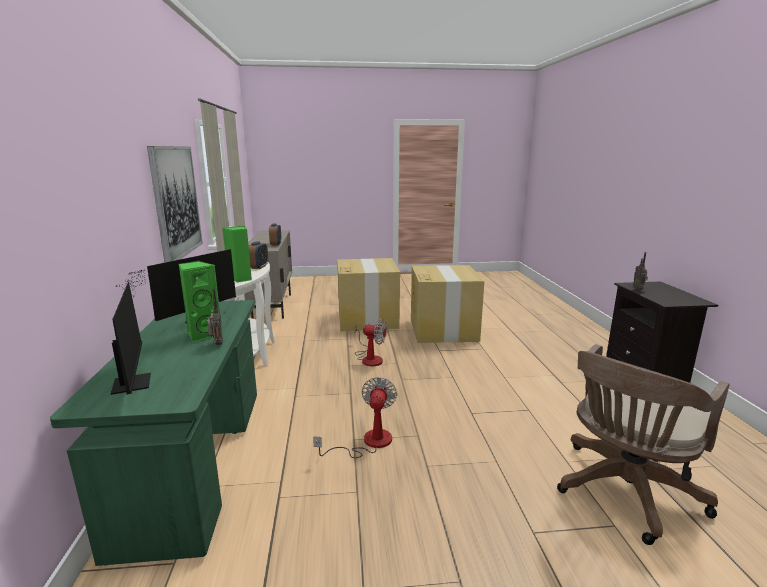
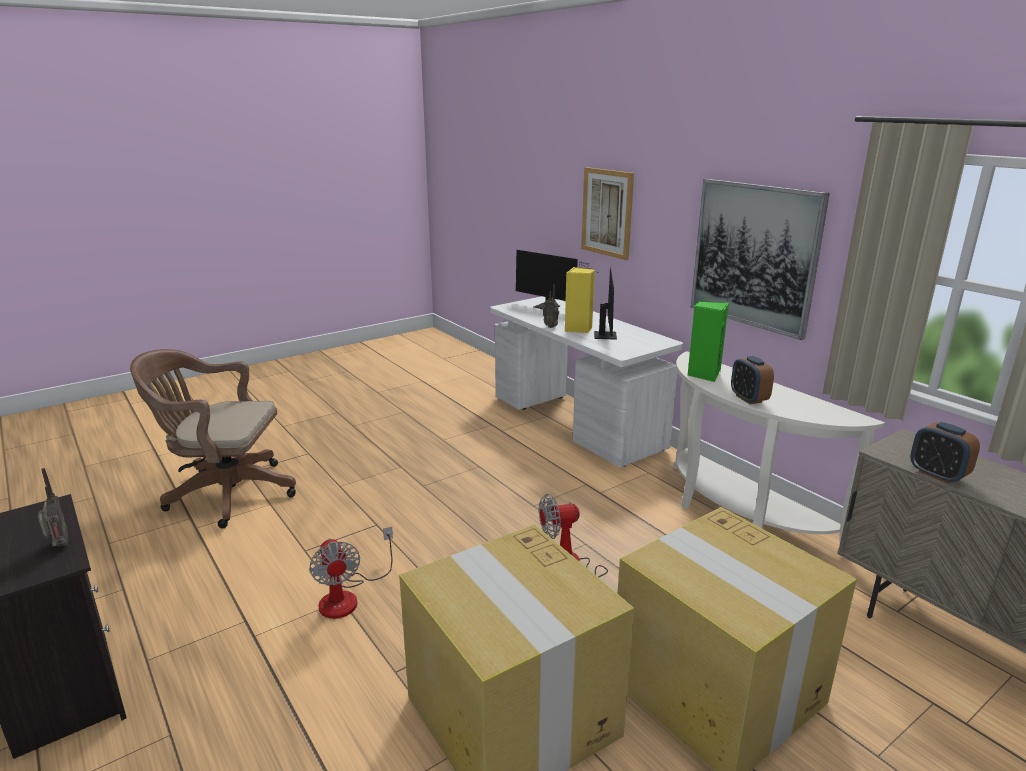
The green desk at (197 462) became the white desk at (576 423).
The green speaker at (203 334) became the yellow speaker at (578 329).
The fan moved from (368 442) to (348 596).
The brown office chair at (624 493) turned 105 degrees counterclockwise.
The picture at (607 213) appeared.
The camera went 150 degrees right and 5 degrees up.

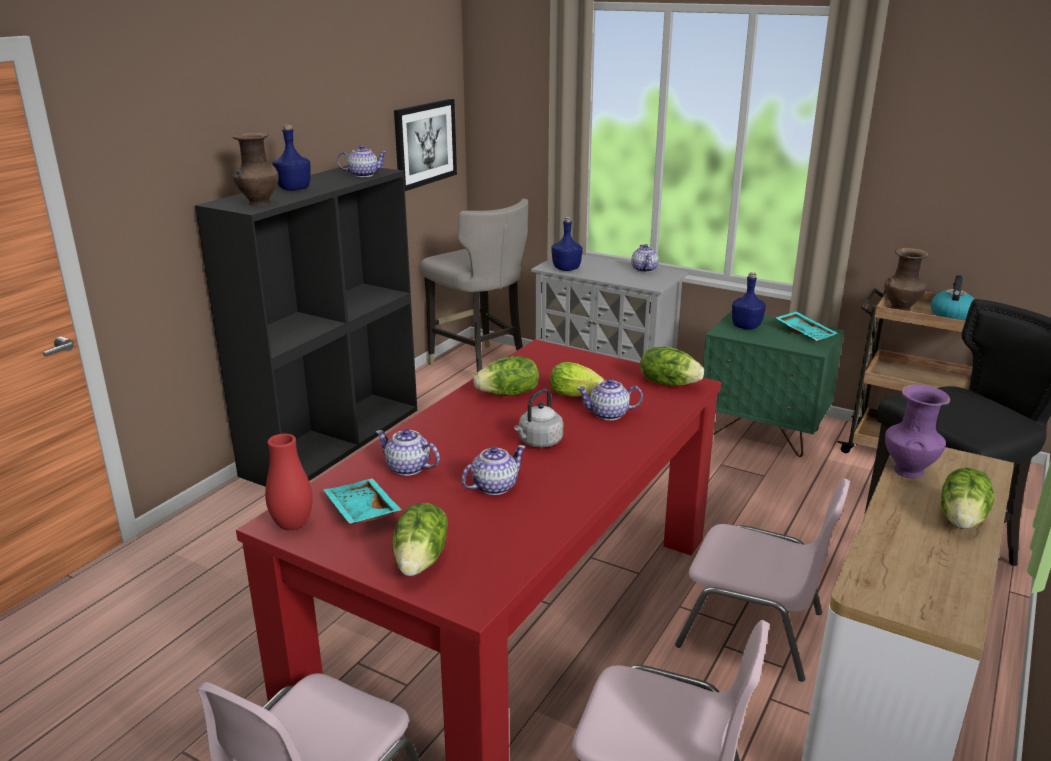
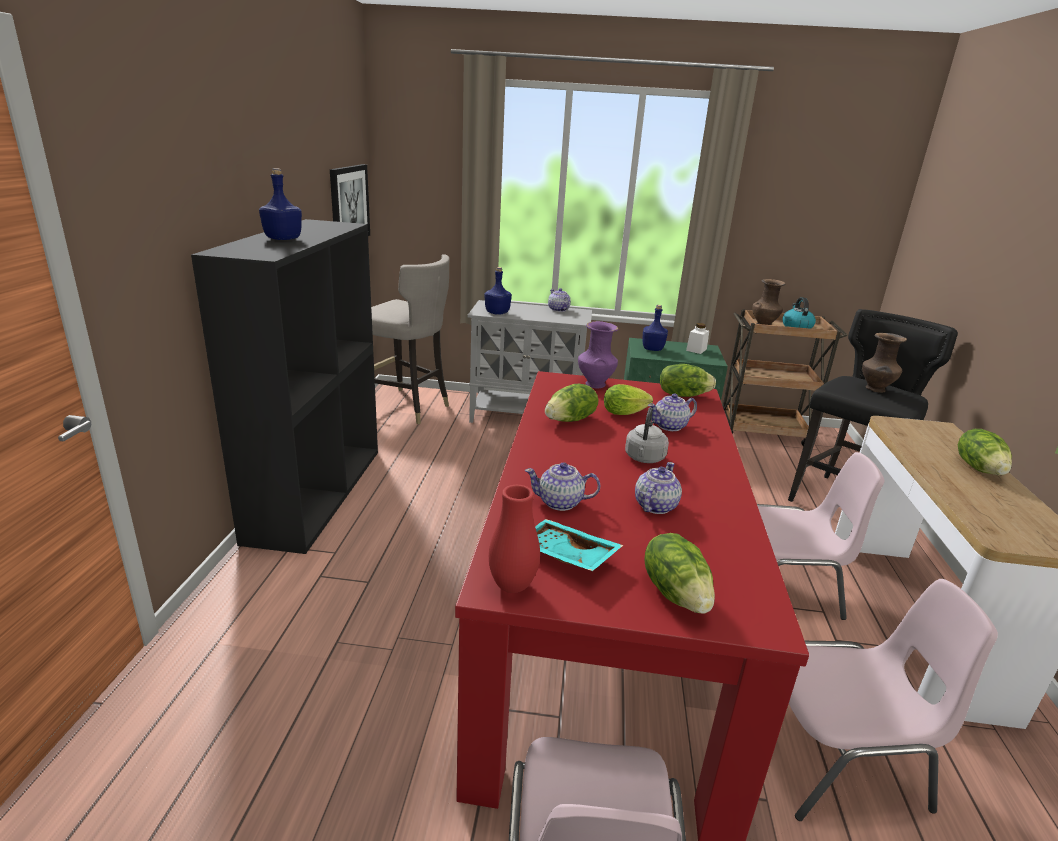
The brown vase moved from (258 203) to (875 389).
The teapot at (363 175) disappeared.
The turquoise tray at (805 333) was replaced by the white jar at (696 350).
The purple vase moved from (908 470) to (594 384).
The camera went 25 degrees left and 0 degrees up.

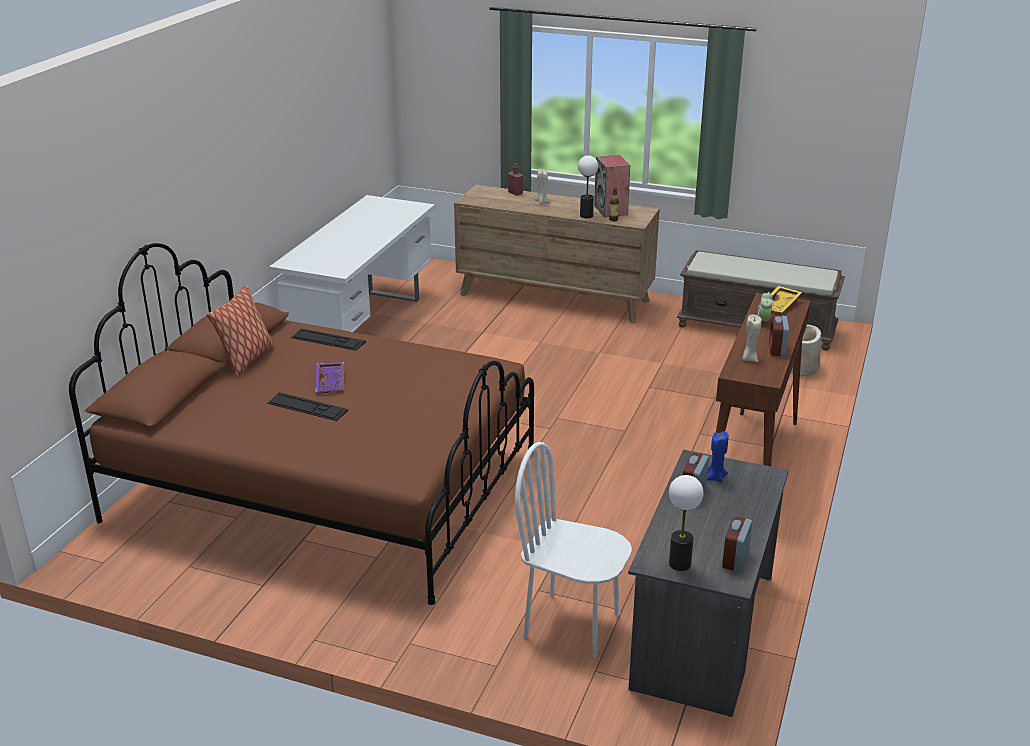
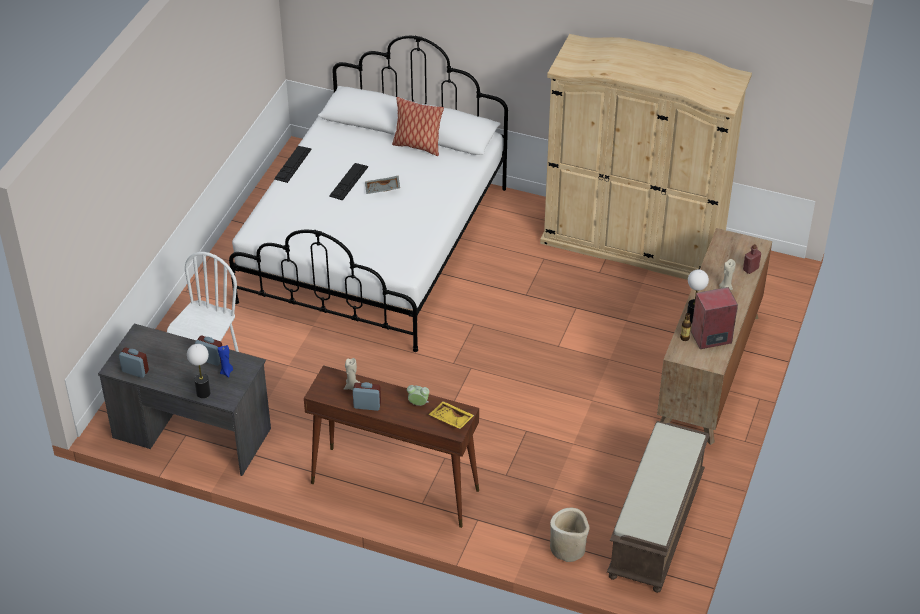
The brown bed at (325 485) became the white bed at (375 244).
The white desk at (362 325) was replaced by the beige wardrobe at (633 243).
The keyboard moved from (328 340) to (292 164).
The purple tray at (331 382) became the grey tray at (382 189).
The table lamp moved from (679 564) to (203 393).
The camera went 90 degrees right and 15 degrees up.

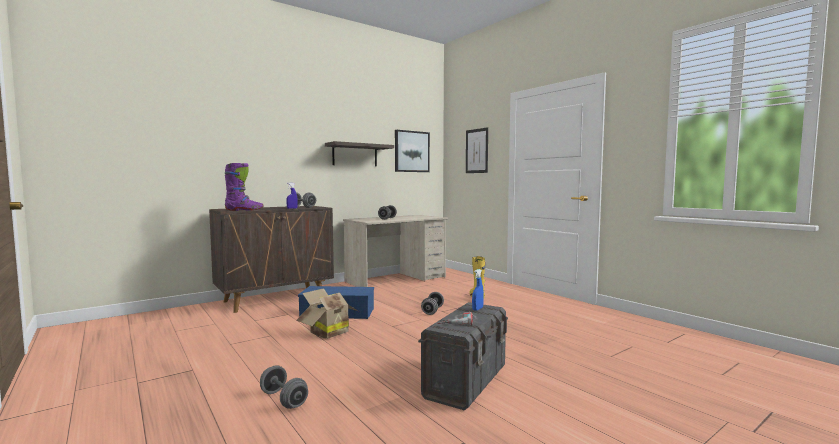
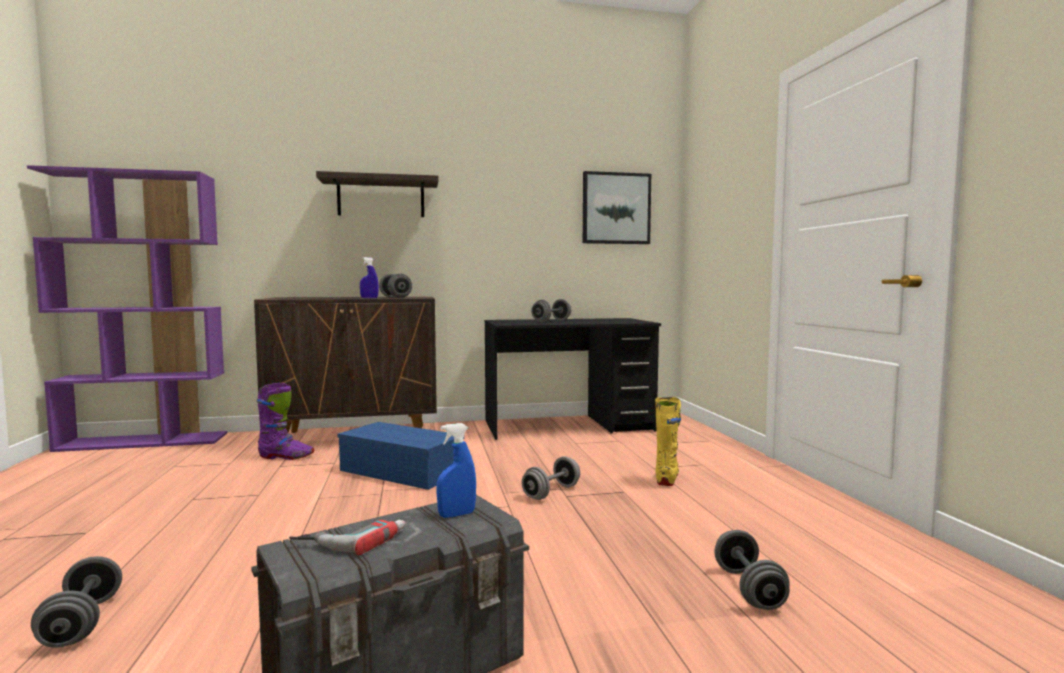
The purple boot moved from (244 210) to (286 457).
The cardboard box at (326 332) disappeared.
The shelf moved from (355 155) to (381 198).
The beige desk at (396 279) became the black desk at (568 426).
The picture at (476 151) disappeared.
The purple bookcase at (145 442) appeared.
The grey dumbbell at (748 589) appeared.
The camera went 25 degrees right and 0 degrees up.

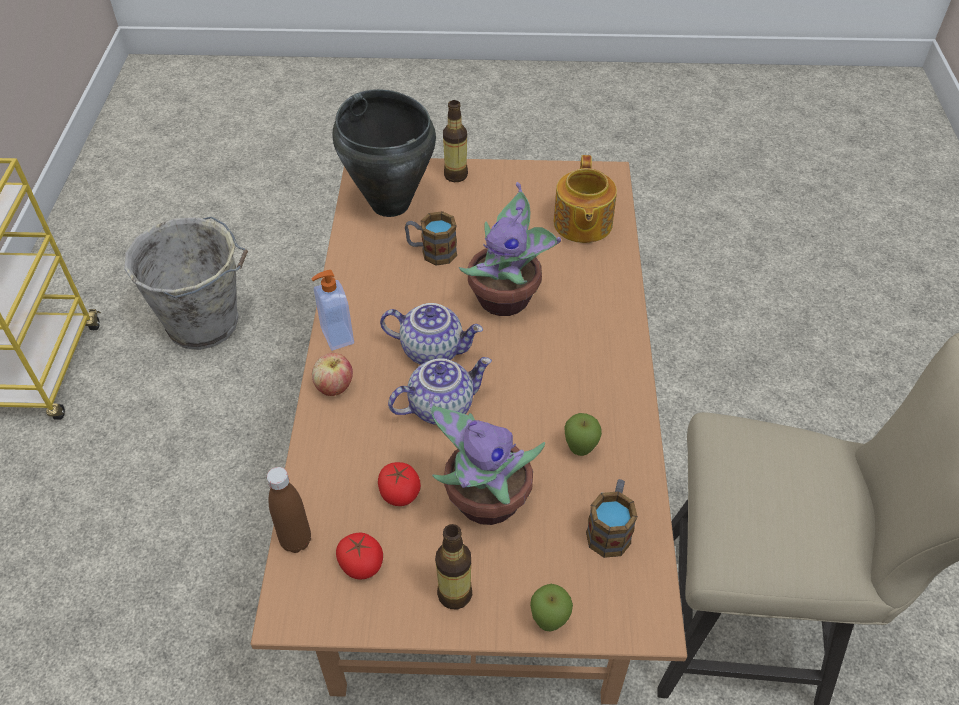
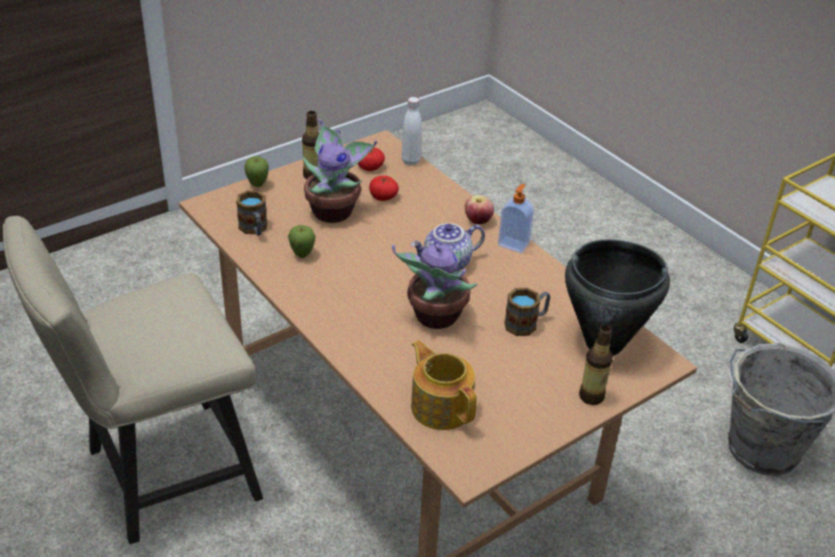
The brown bottle at (296 541) became the white bottle at (411 161).
The teapot at (441 406) disappeared.
The camera went 140 degrees right and 10 degrees down.

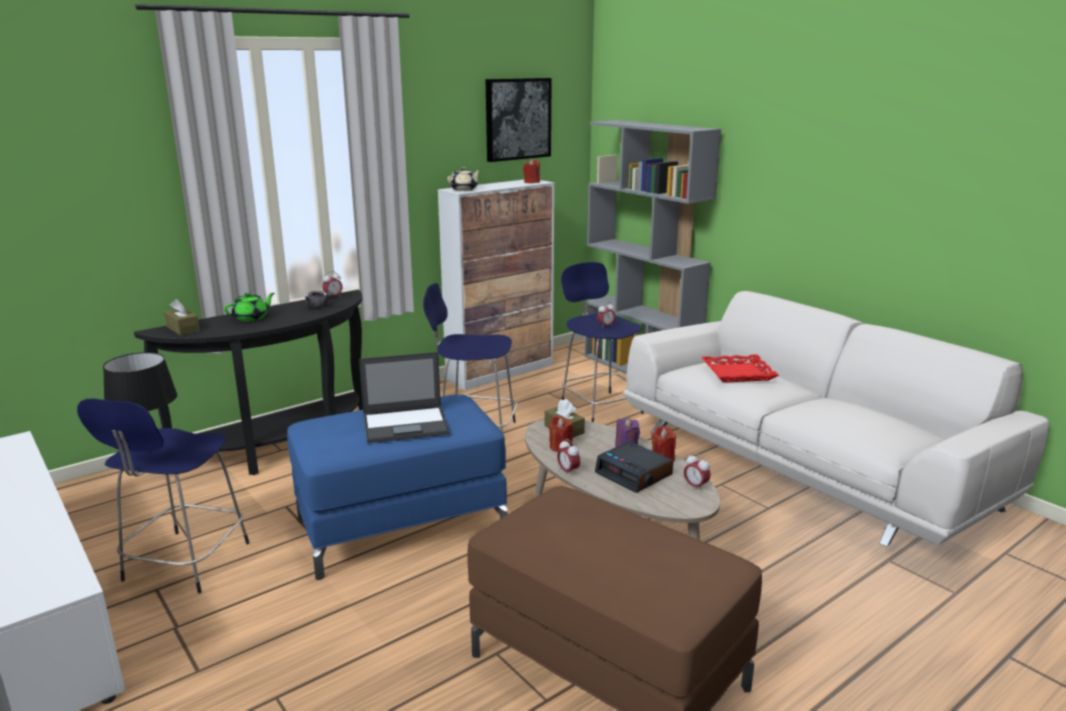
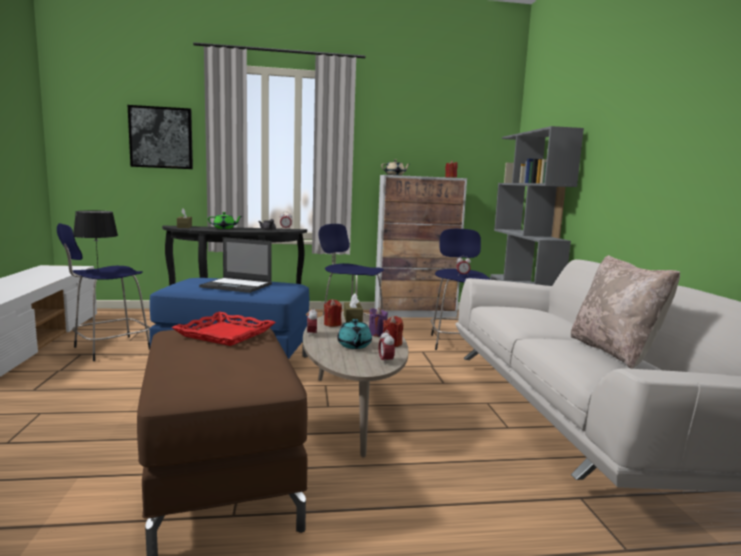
The picture moved from (517 119) to (161 138).
The alarm clock at (634 474) was replaced by the turquoise teapot at (354 345).
The red tray moved from (738 373) to (226 334).
The beige pillow at (614 352) appeared.
The camera went 30 degrees right and 10 degrees down.

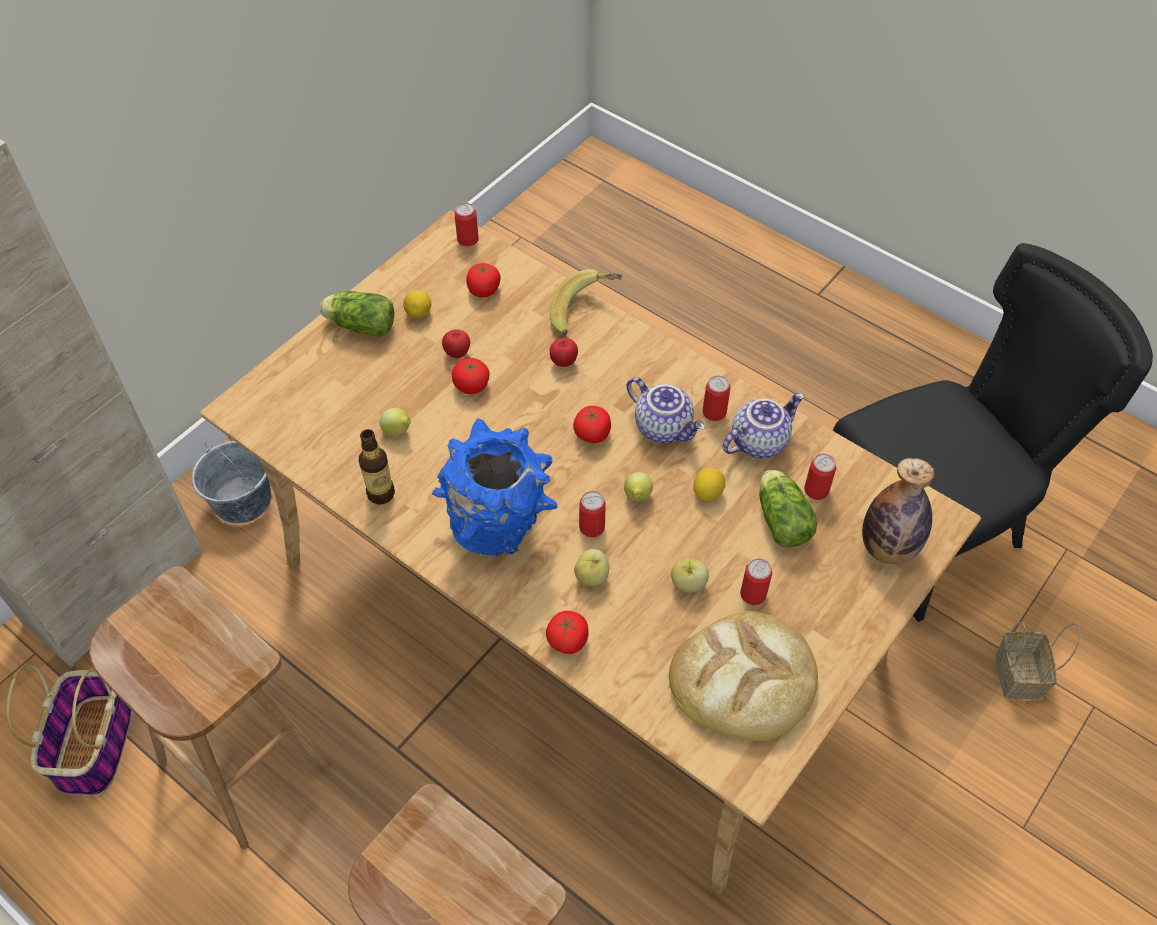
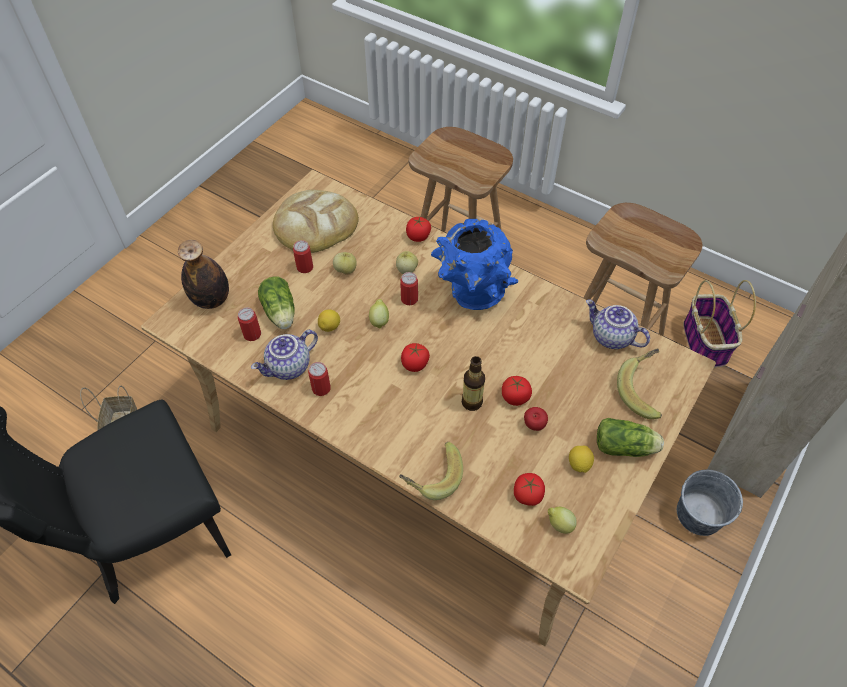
The bottle moved from (381 493) to (471 402).
The lemon moved from (398 431) to (559 524).
The can at (468 239) disappeared.
The apple at (563 362) disappeared.
The teapot moved from (664 427) to (610 337).
The banana at (643 391) appeared.
The camera went 175 degrees right and 0 degrees up.

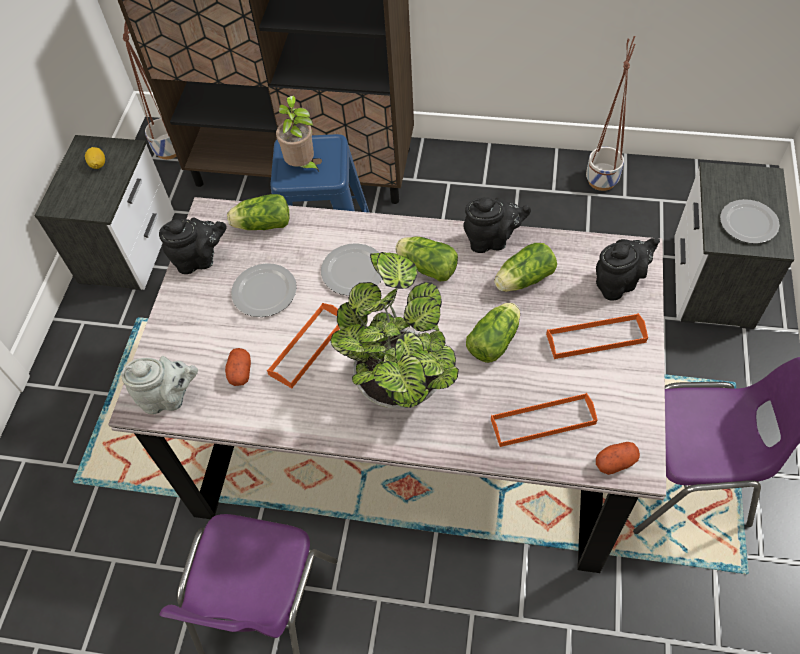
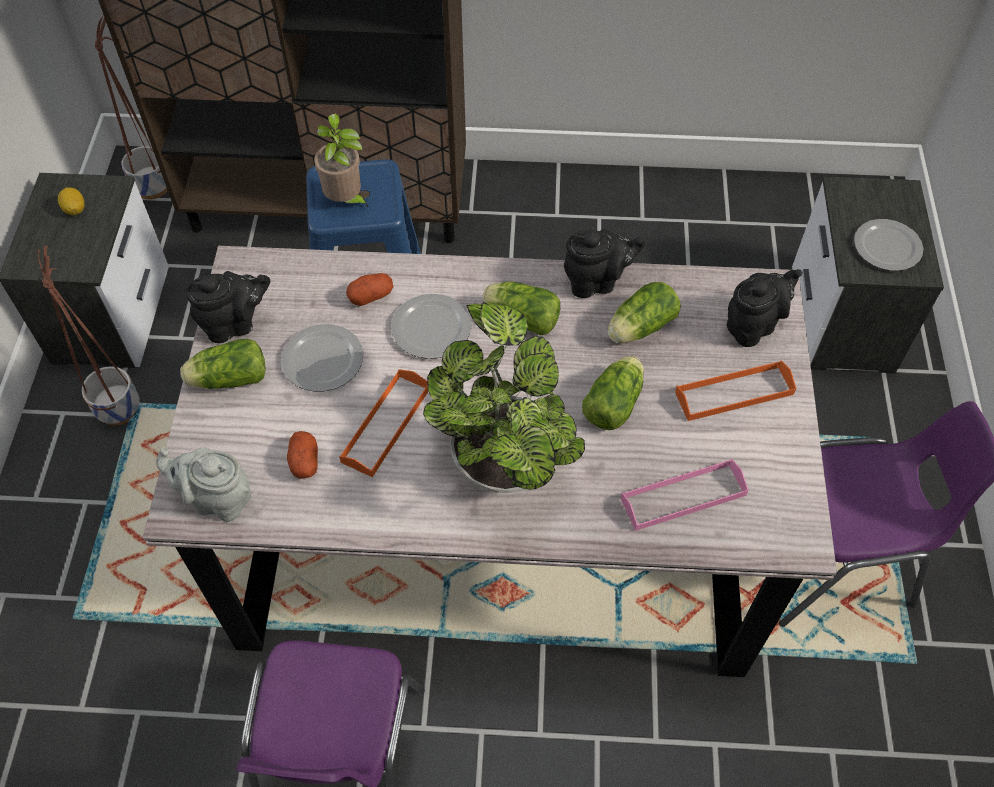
The grey teapot at (169 398) turned 150 degrees counterclockwise.
The lettuce moved from (261 224) to (227 379).
The orange tray at (543 422) became the pink tray at (683 497).
The planter moved from (601 180) to (118 409).
The potato moved from (615 462) to (371 296).
The camera went 10 degrees left and 0 degrees up.

